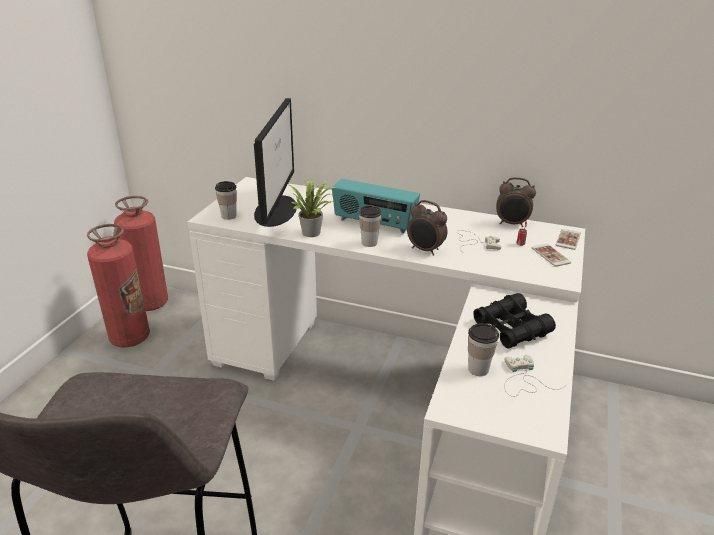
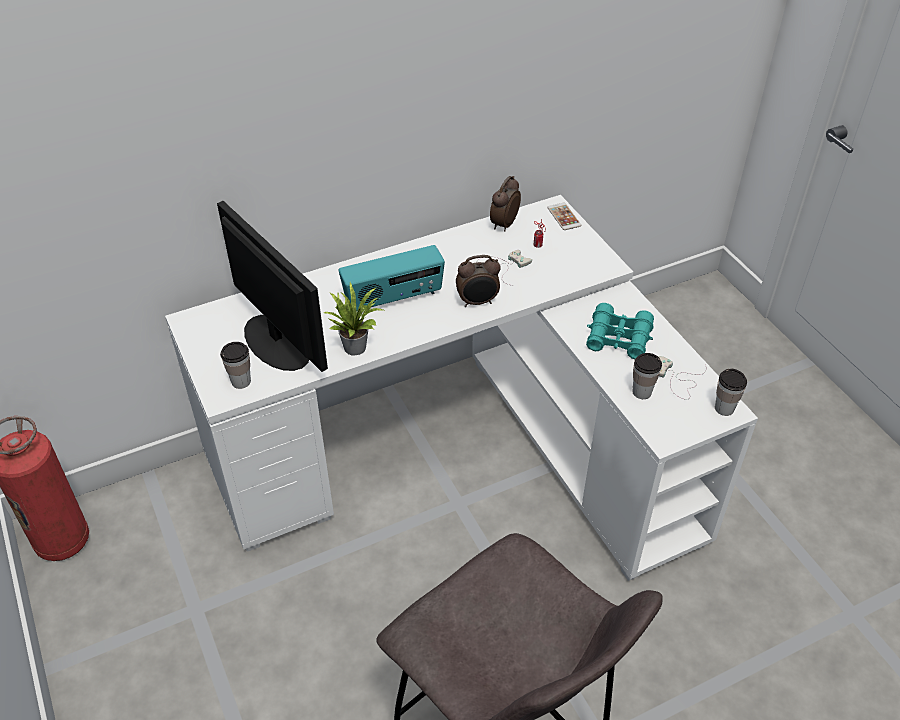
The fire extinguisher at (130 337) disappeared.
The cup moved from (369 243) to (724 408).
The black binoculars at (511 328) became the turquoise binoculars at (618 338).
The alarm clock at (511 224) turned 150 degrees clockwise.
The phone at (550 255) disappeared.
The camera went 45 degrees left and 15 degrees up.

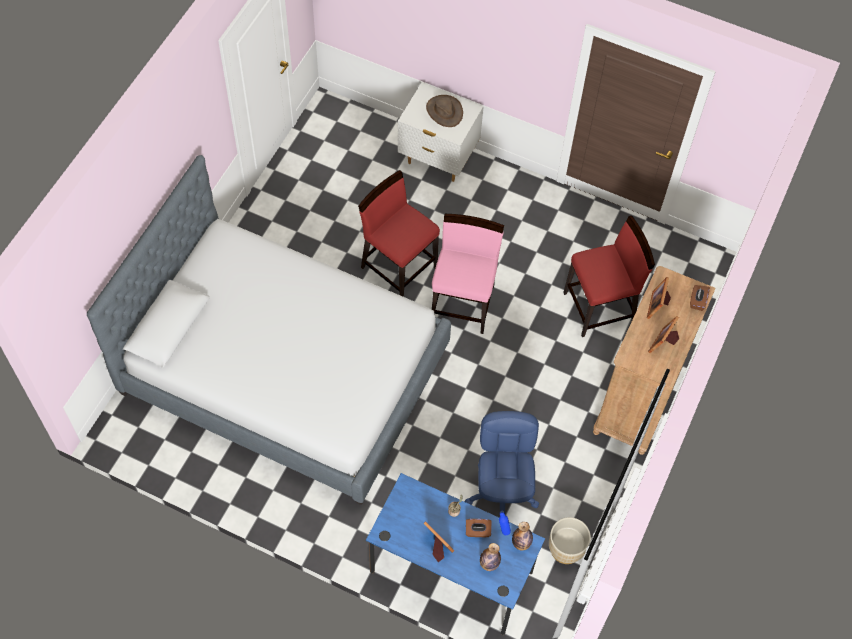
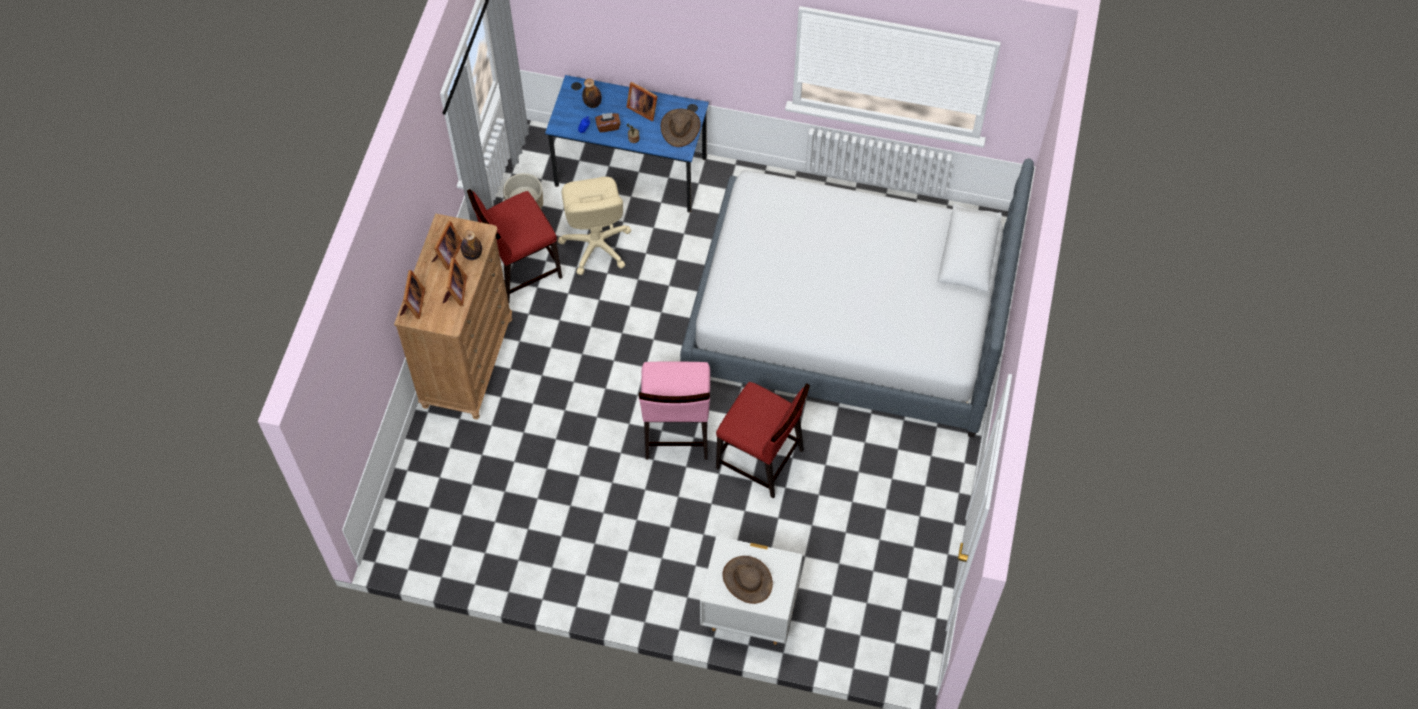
The blue office chair at (502 493) became the beige office chair at (596 246).
The bottle moved from (521 543) to (472 255).
The red chair moved from (600 308) to (520 269).
The brown tissue box at (697 301) was replaced by the picture frame at (413 305).
The brown hat at (680 128) appeared.
The camera went 170 degrees right and 0 degrees up.

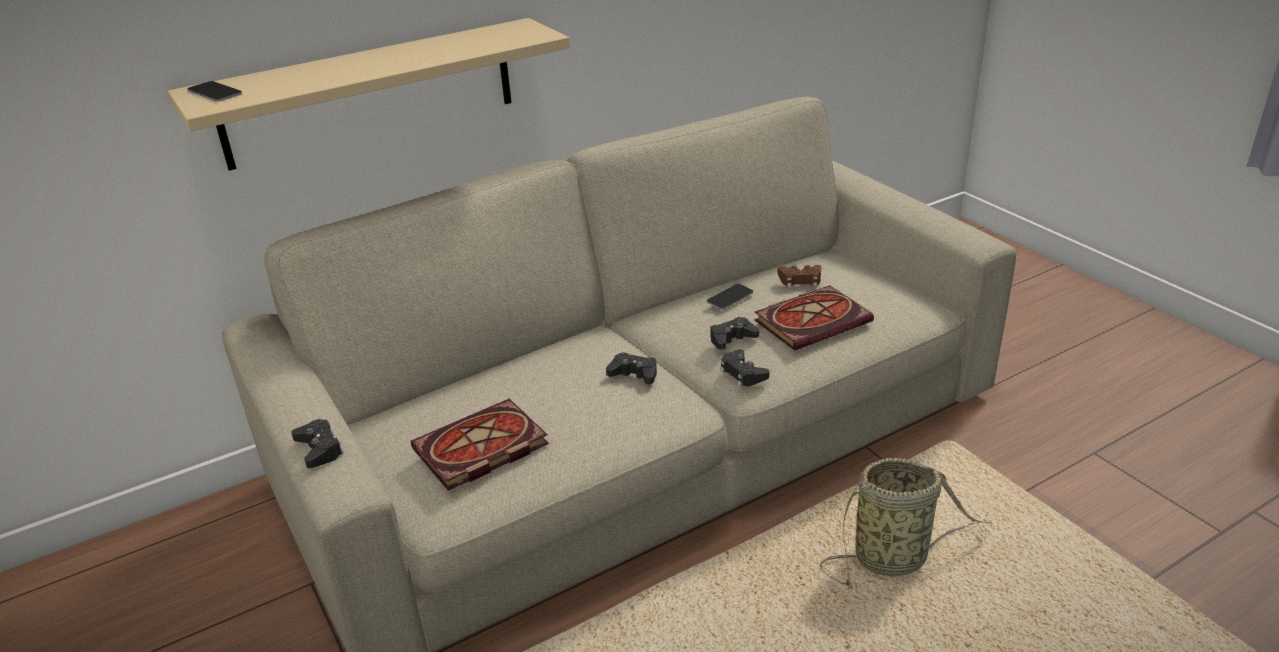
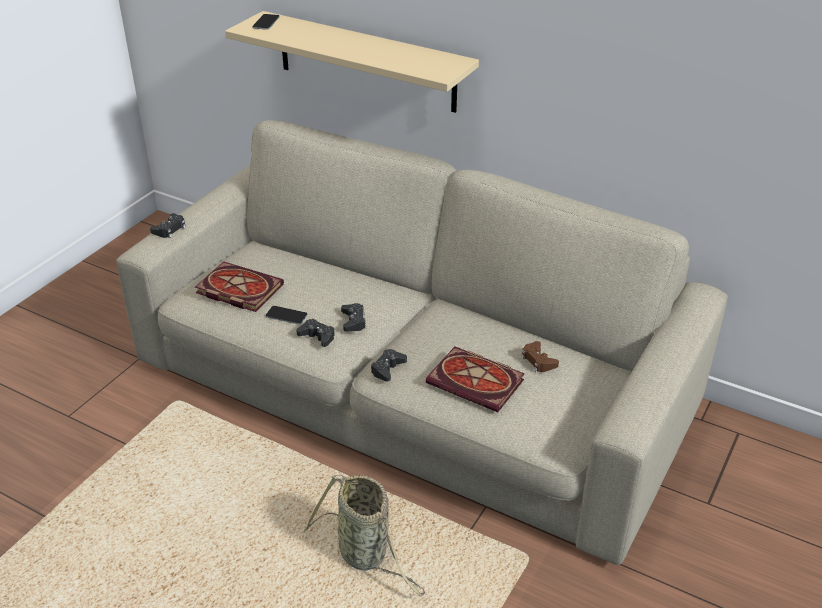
The phone moved from (730 297) to (286 315).
The black game controller moved from (732 339) to (317 336).
The camera went 60 degrees right and 5 degrees up.

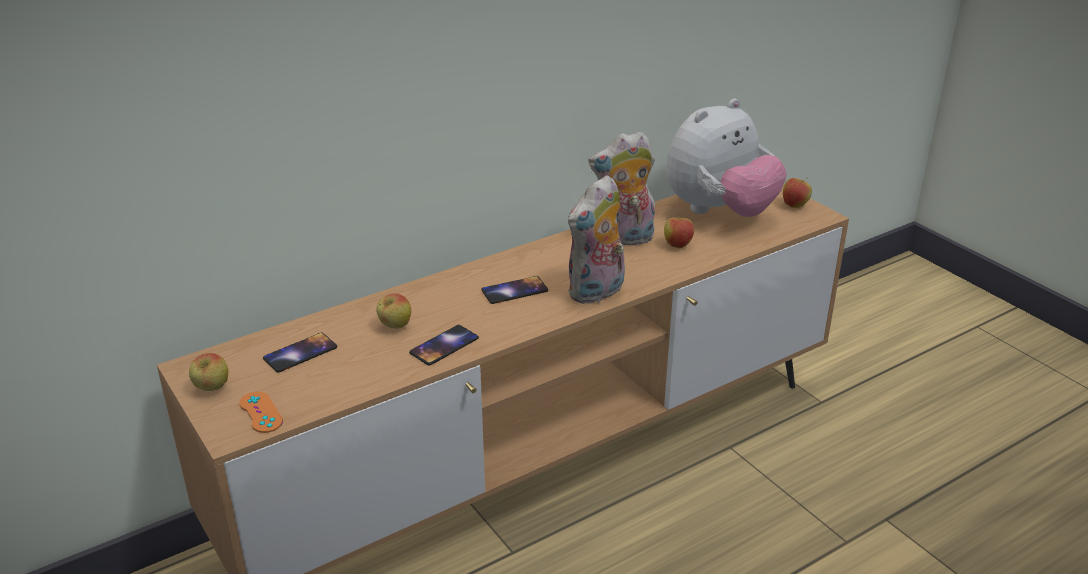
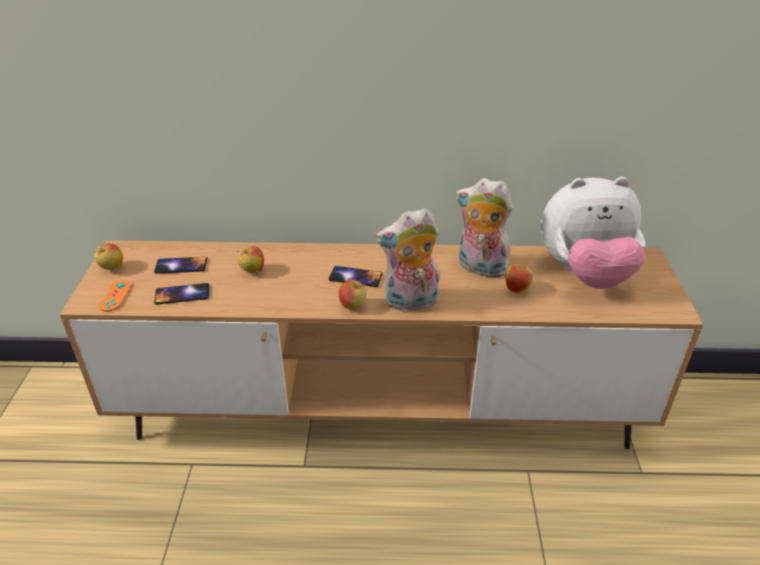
The phone moved from (444 346) to (182 294).
The apple moved from (795 205) to (352 306).
The camera went 35 degrees right and 5 degrees up.

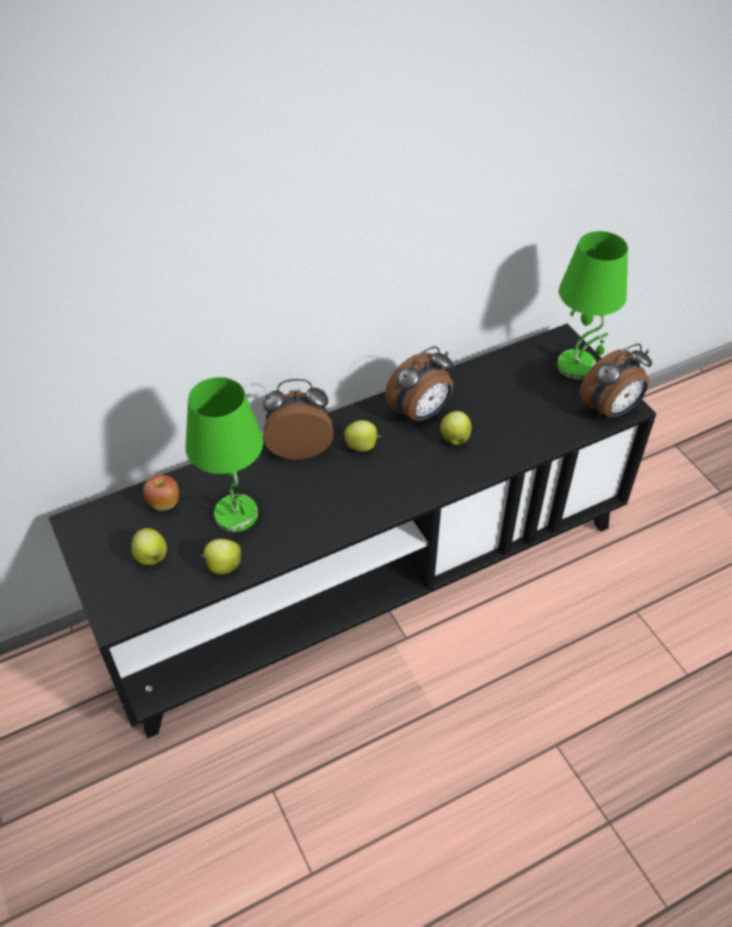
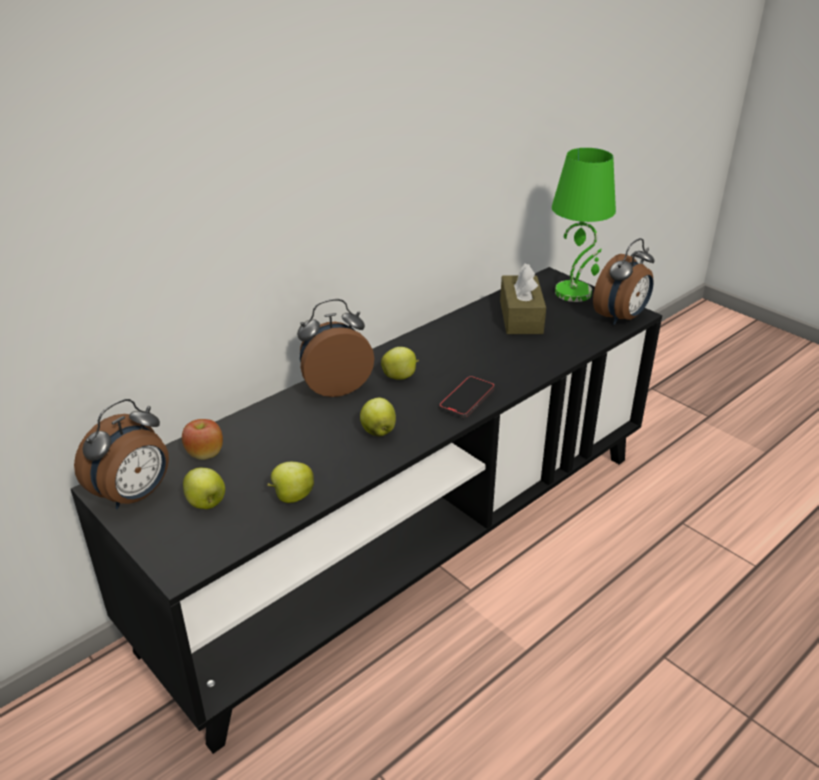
The green table lamp at (237 515) disappeared.
The alarm clock moved from (421 413) to (134 496).
The apple moved from (454 438) to (378 431).
The phone at (467 399) appeared.
The brown tissue box at (521 317) appeared.
The camera went 15 degrees left and 15 degrees down.

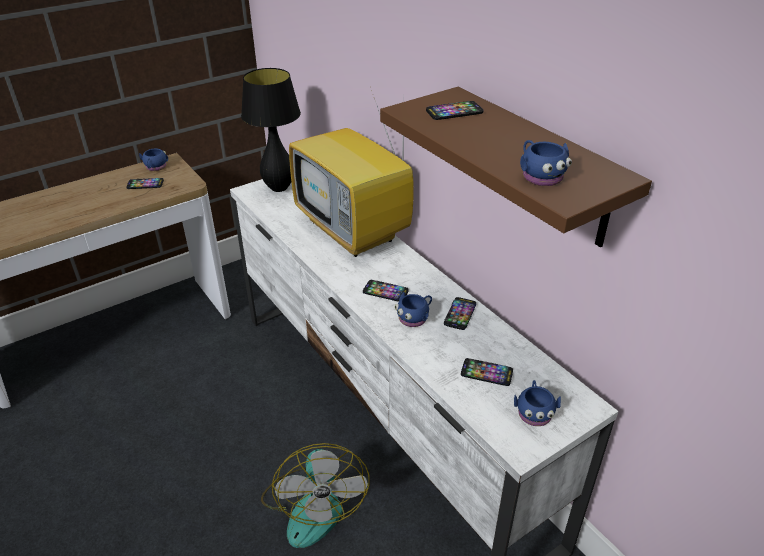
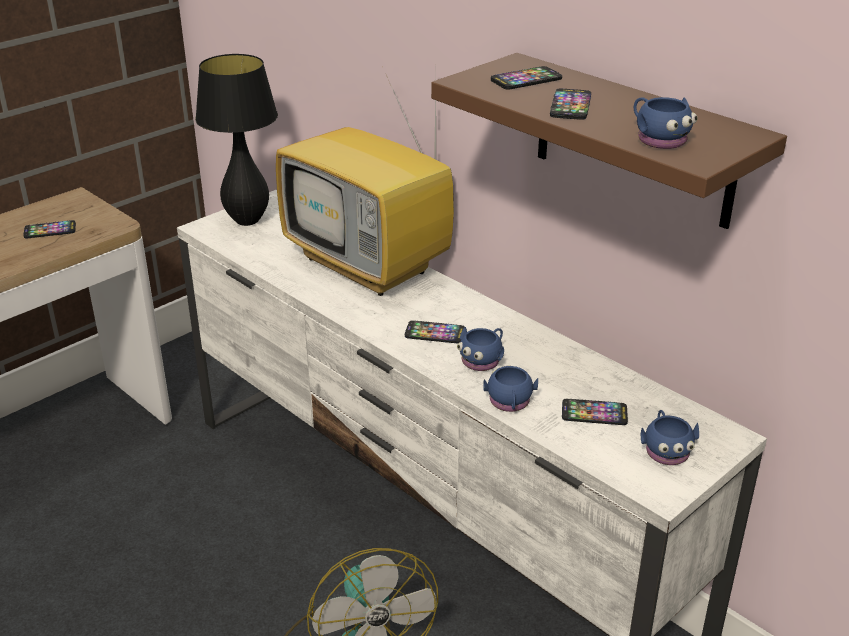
The blue mug moved from (155 167) to (510 403).
The phone moved from (460 314) to (570 105).
The camera went 10 degrees left and 5 degrees down.

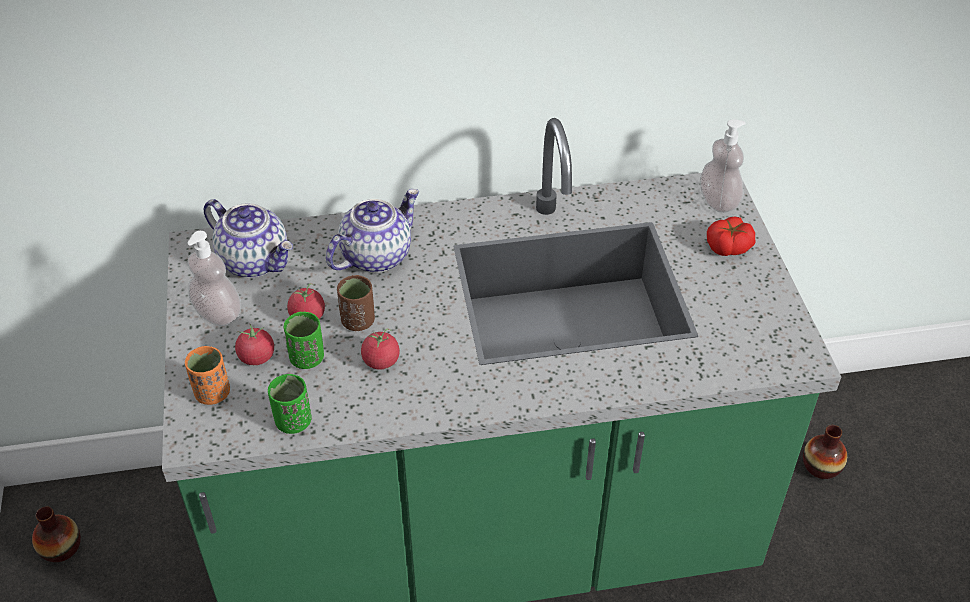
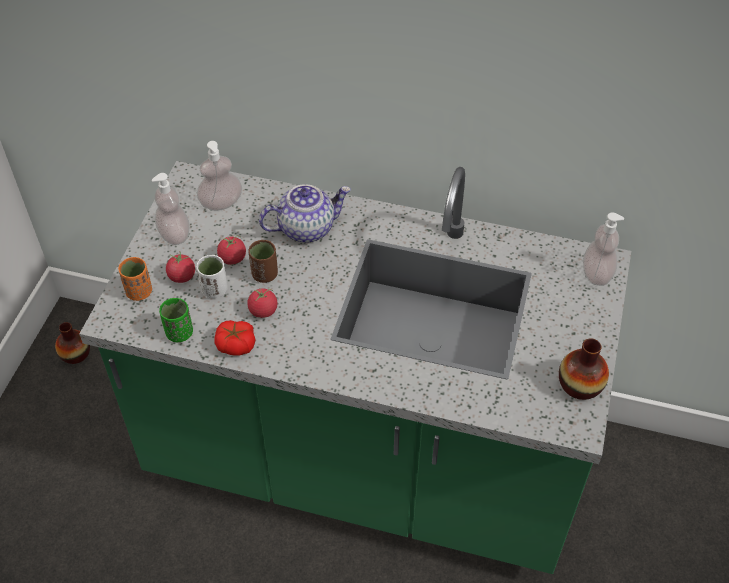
The teapot at (255 261) was replaced by the soap dispenser at (221 203).
The green cup at (307 358) became the white cup at (214 290).
The tomato moved from (729 246) to (236 345).
The vase moved from (821 466) to (580 385).
The camera went 25 degrees right and 5 degrees up.

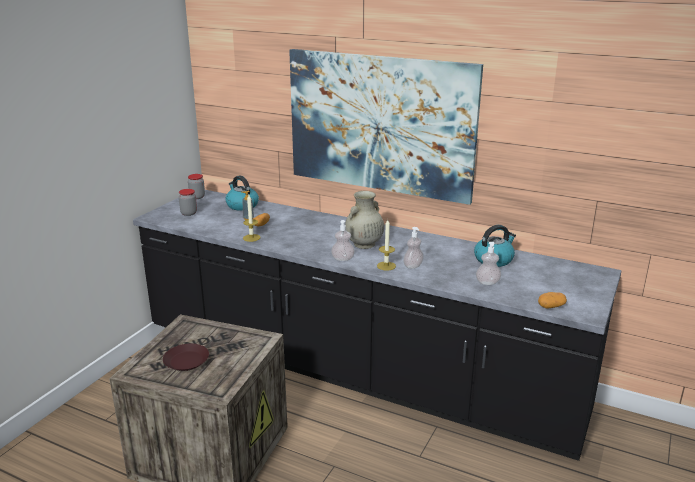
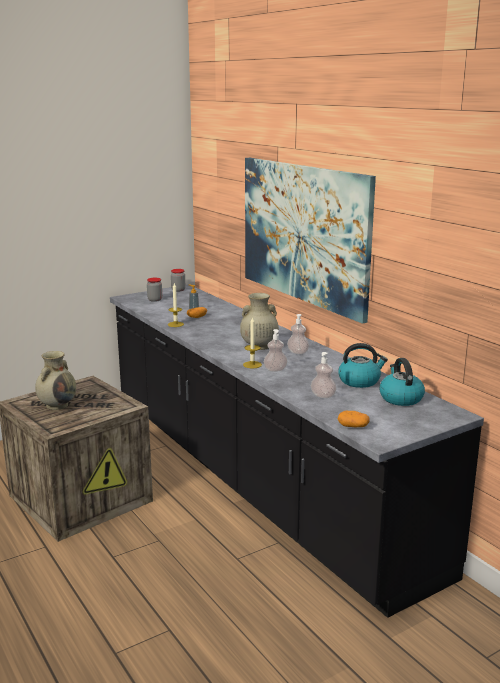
The brown plate at (186 361) was replaced by the beige vase at (57 405).
The kettle moved from (242 205) to (400 398).
The soap dispenser moved from (343 259) to (297 352).
The camera went 30 degrees right and 5 degrees down.

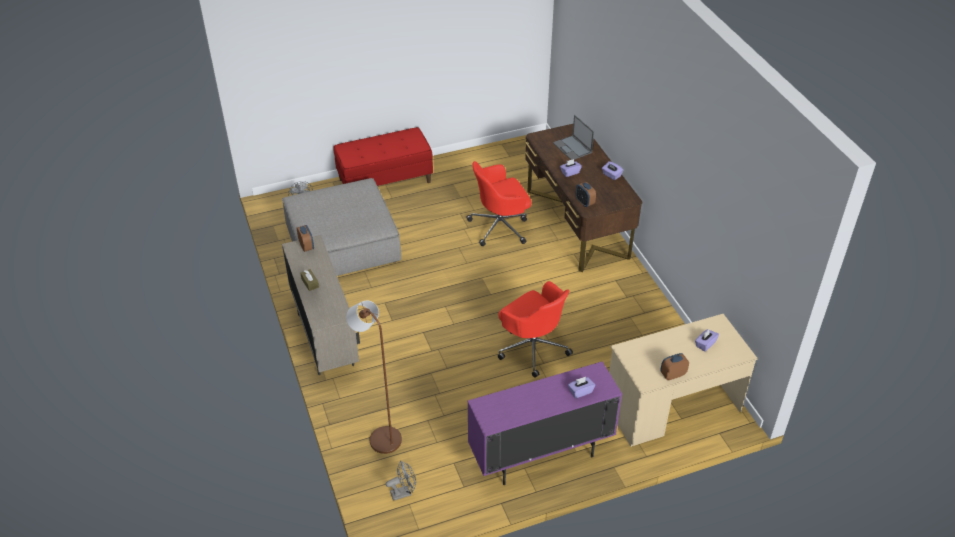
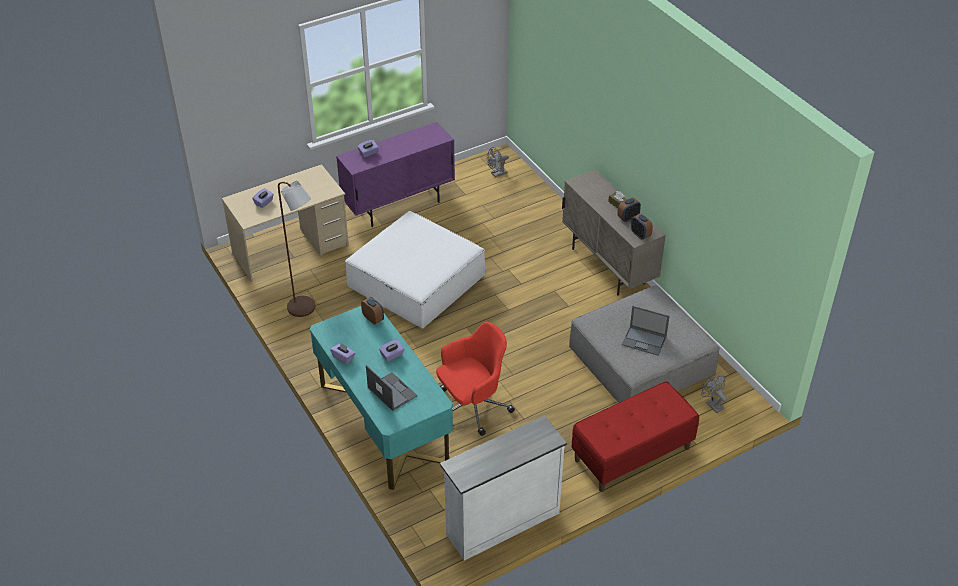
The brown floor lamp moved from (381 436) to (305 309).
The red office chair at (532 347) was replaced by the white ottoman at (416 283).
The brown desk at (577 223) became the turquoise desk at (383 423).
The alarm clock moved from (672 375) to (628 218).
The white dresser at (501 522) appeared.
The laptop at (644 341) appeared.
The camera went 170 degrees right and 0 degrees up.

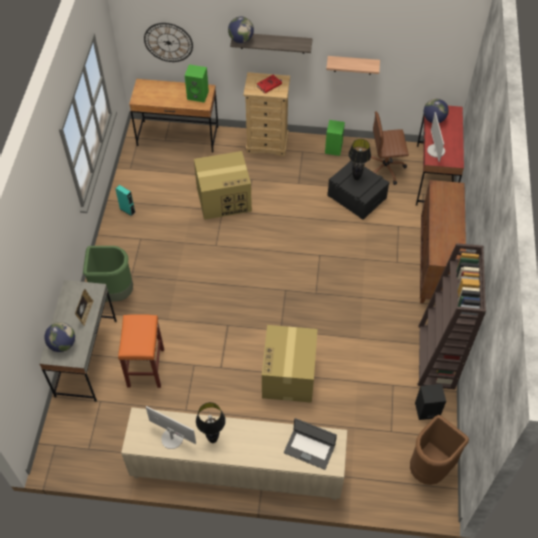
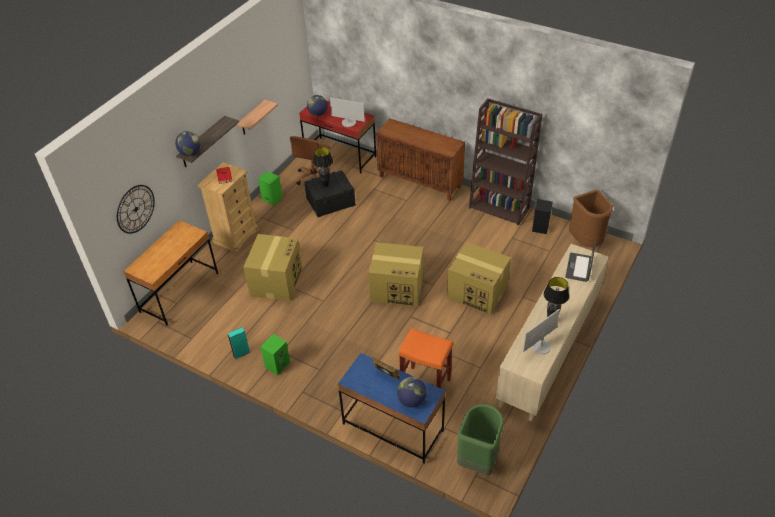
The grey desk at (86 358) became the blue desk at (392 427).
The green trash can moved from (113 293) to (478 460).
The green speaker moved from (198 95) to (277 364).
The laptop at (309 448) turned 150 degrees clockwise.
The cardboard box at (398 288) appeared.
The camera went 65 degrees left and 10 degrees down.

